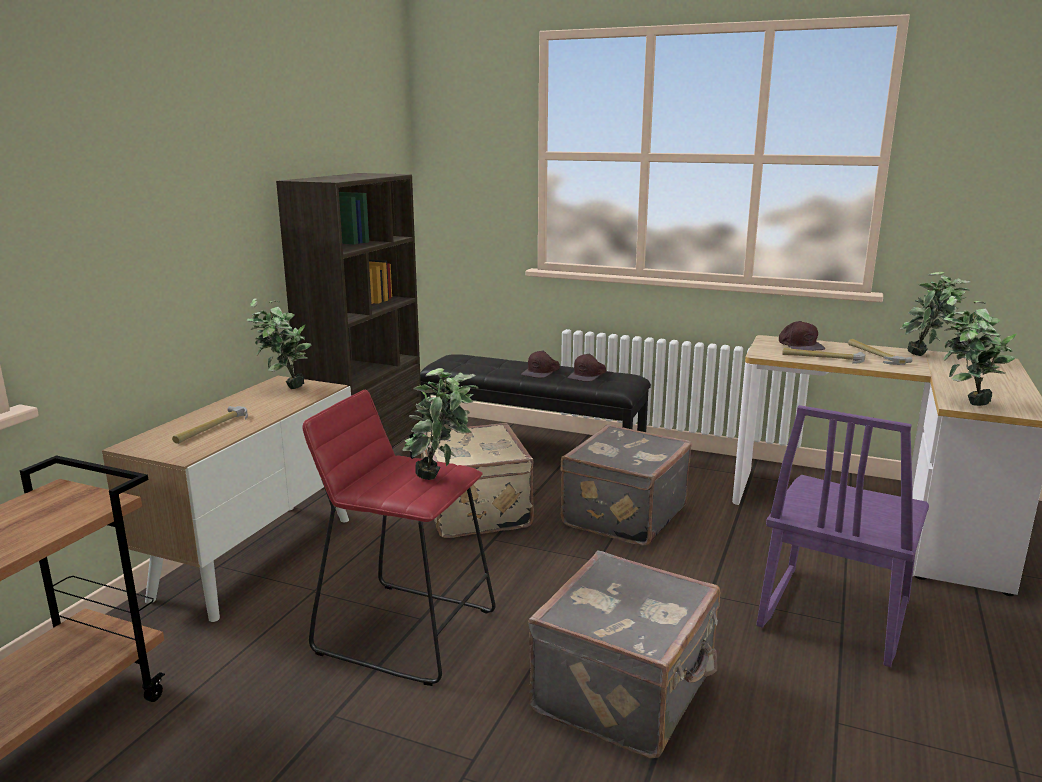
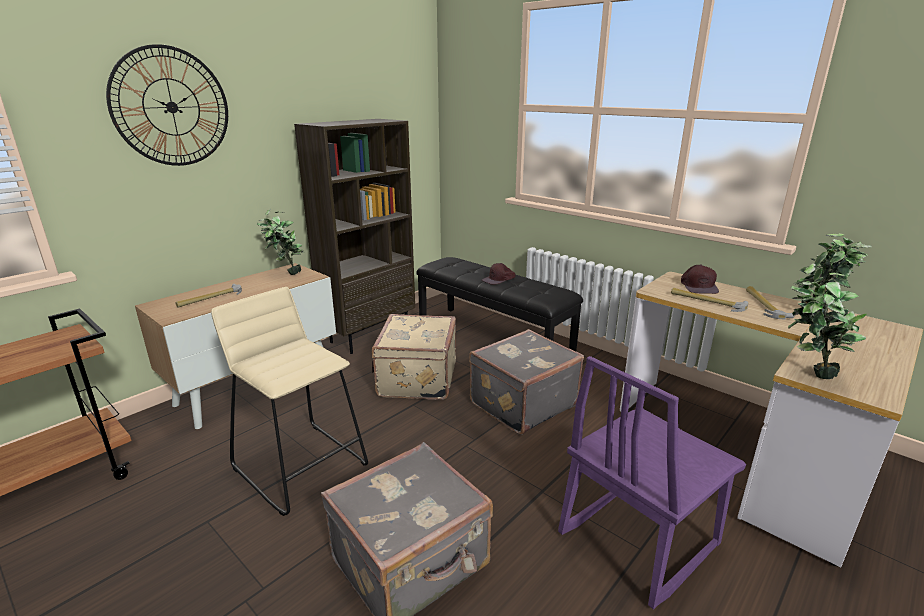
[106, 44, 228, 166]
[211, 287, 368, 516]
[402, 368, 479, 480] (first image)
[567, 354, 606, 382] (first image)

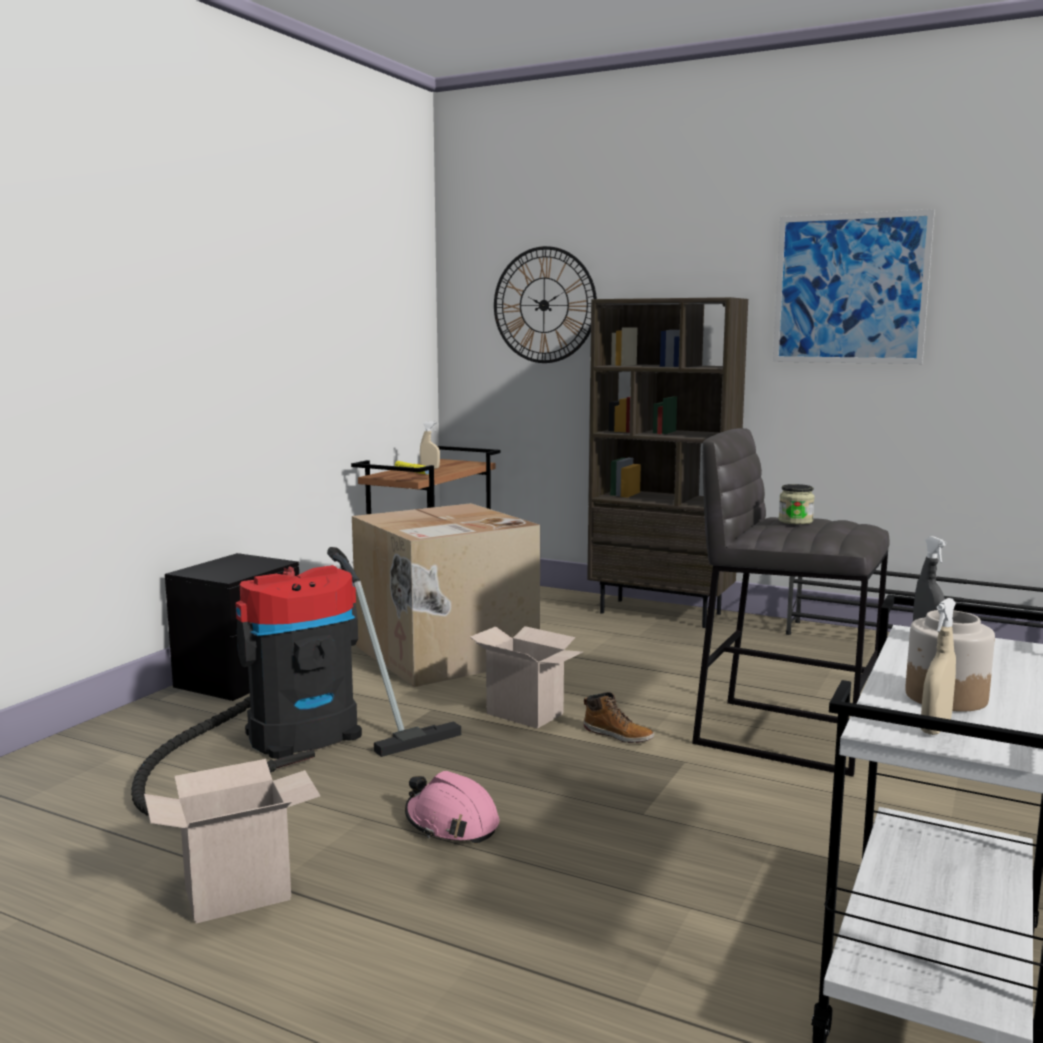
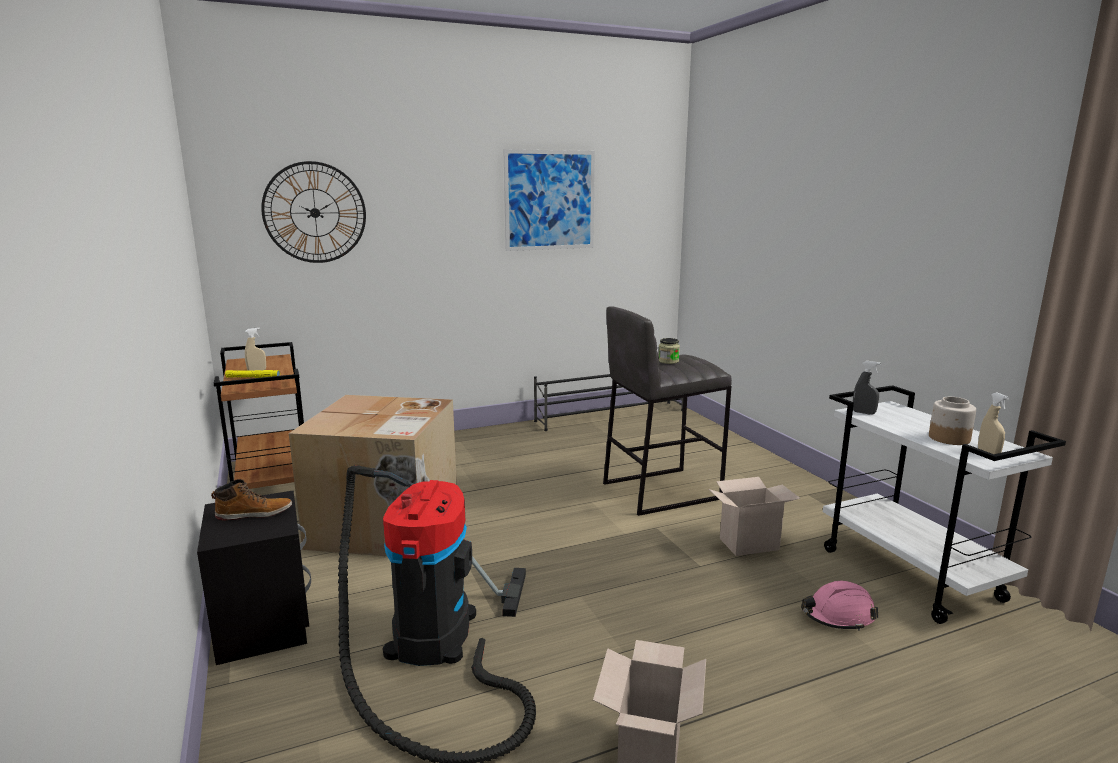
[211, 479, 292, 521]
[709, 477, 800, 556]
[801, 581, 878, 631]
[587, 297, 748, 628] (first image)

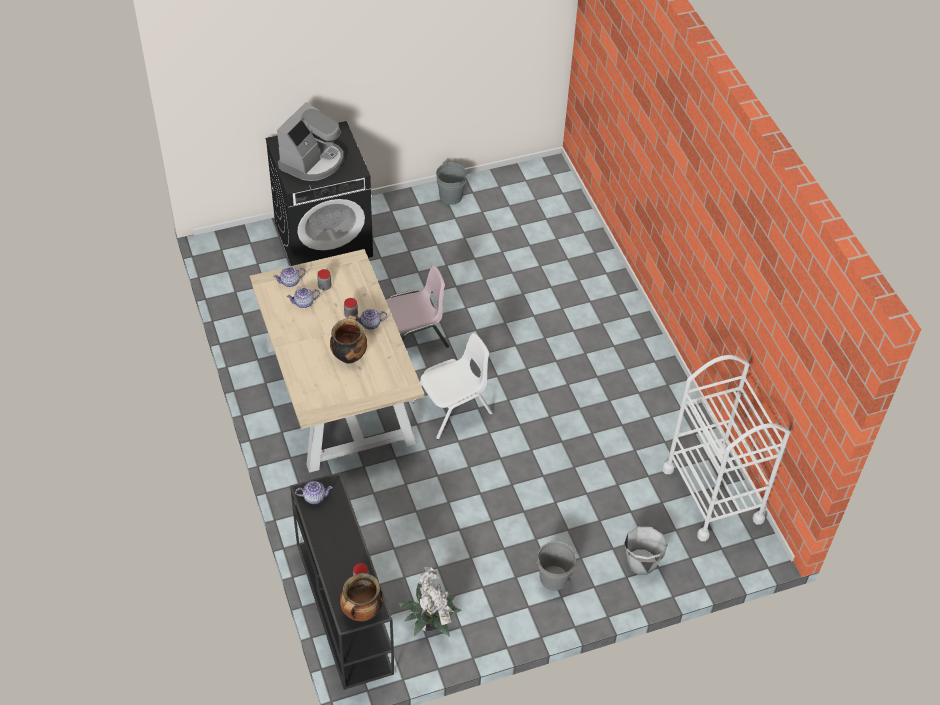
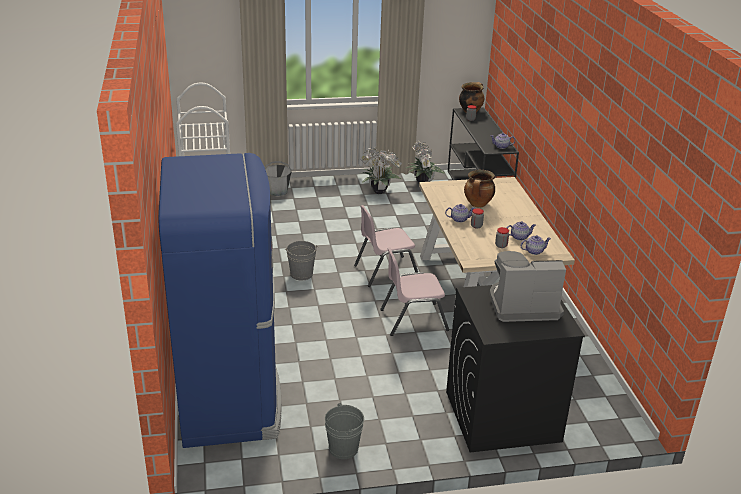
[159, 153, 281, 448]
[285, 241, 318, 281]
[354, 205, 418, 287]
[359, 147, 402, 194]
[489, 251, 566, 322]

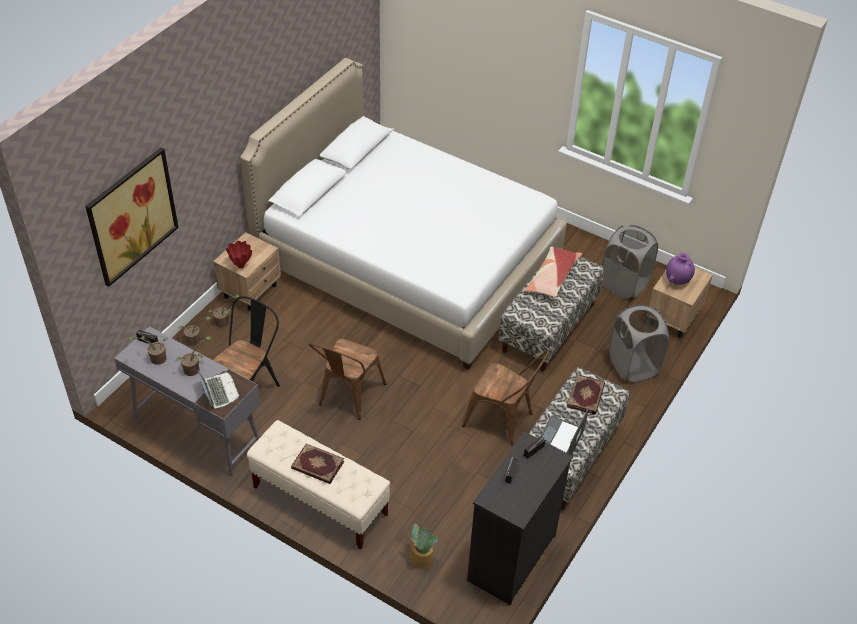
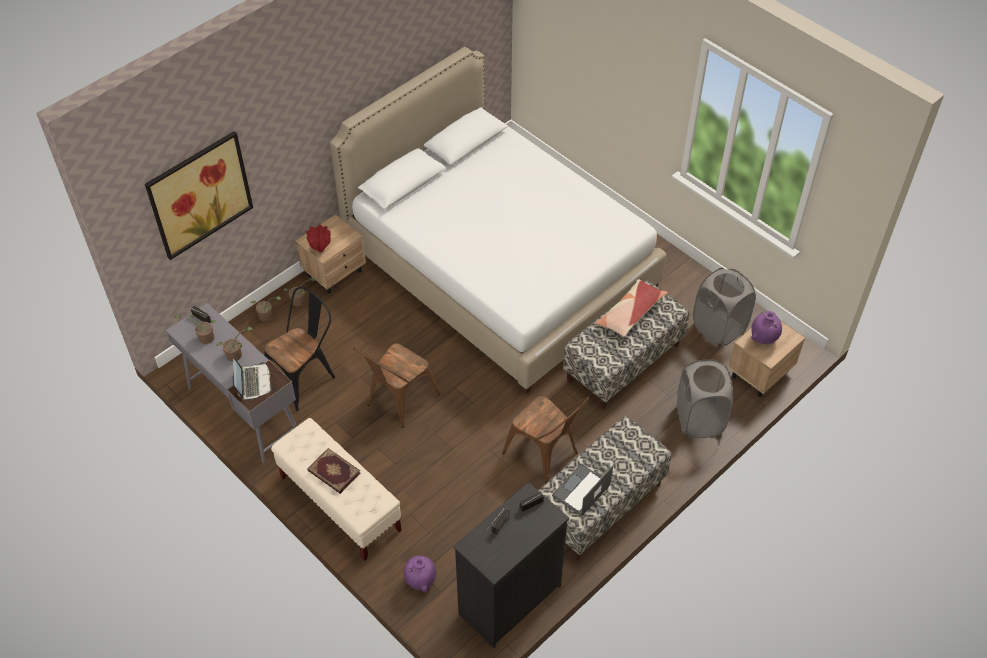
[404, 556, 437, 592]
[567, 374, 605, 415] (first image)

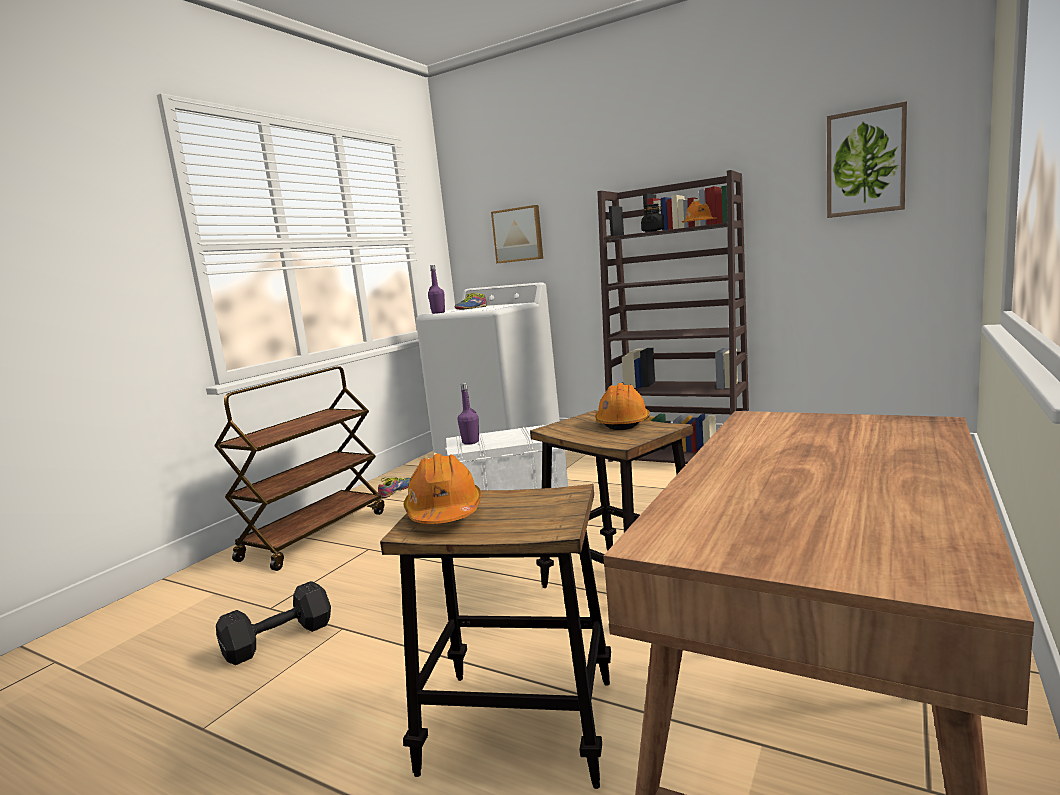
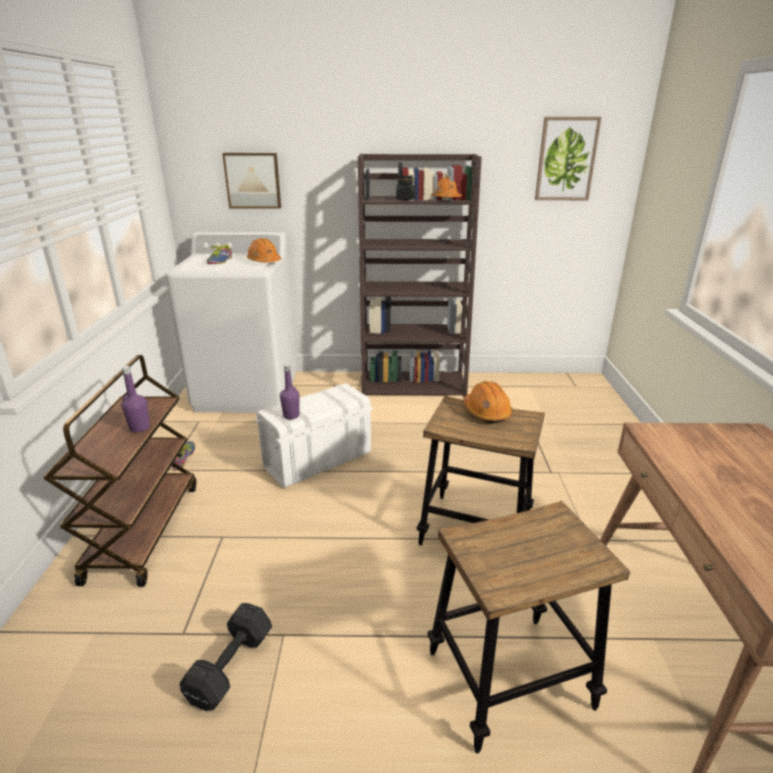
[121, 366, 150, 432]
[247, 238, 282, 262]

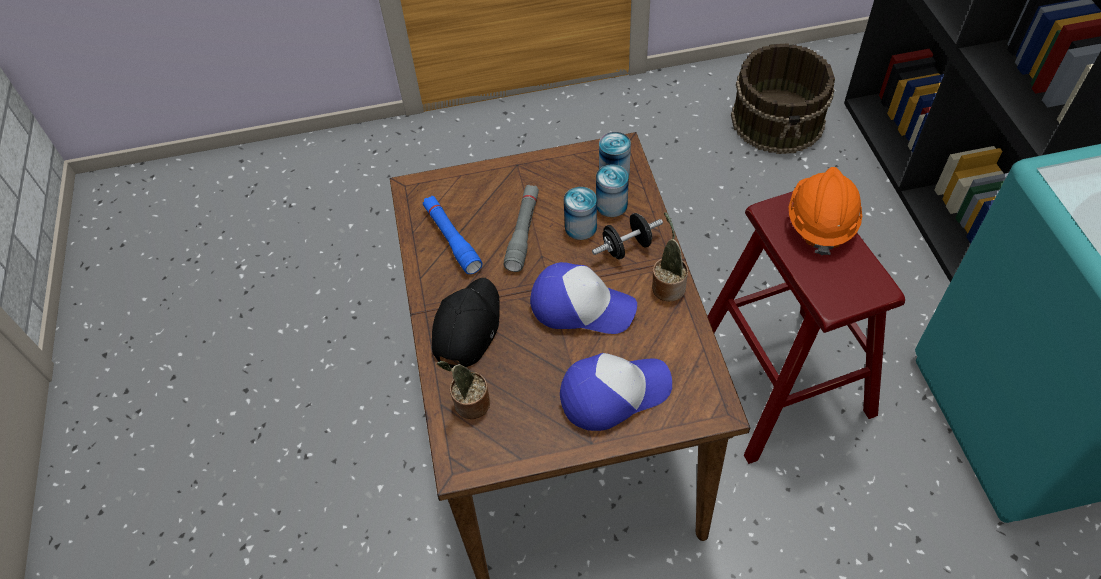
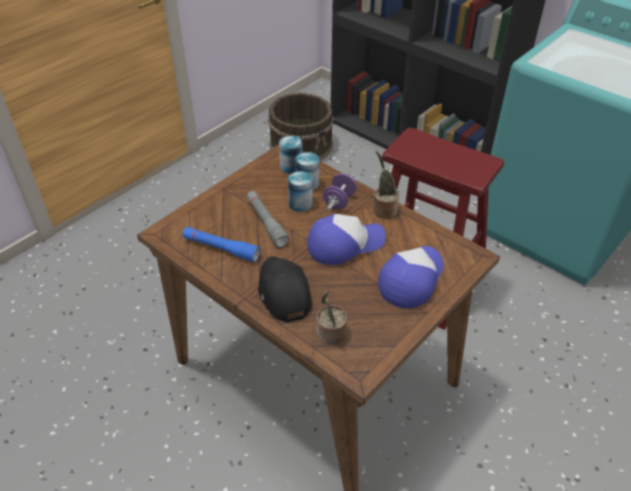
[323, 173, 357, 210]
[789, 167, 862, 255] (first image)

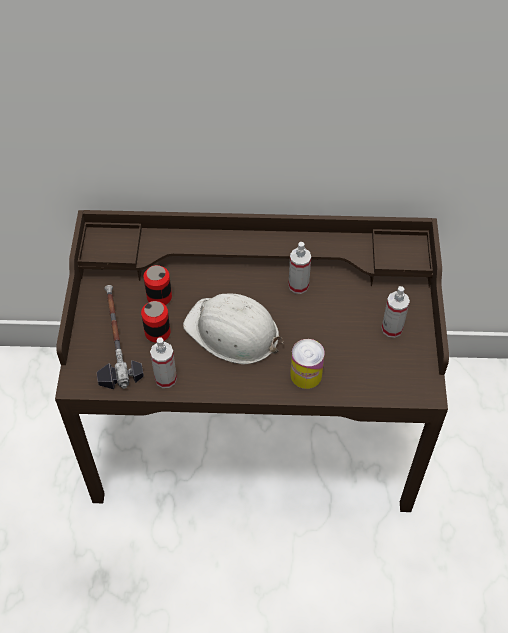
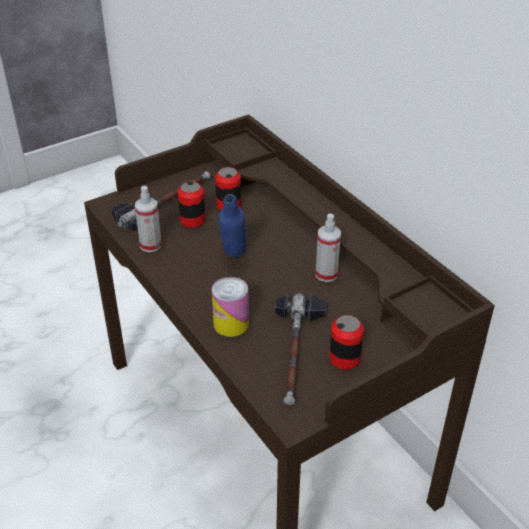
[219, 194, 246, 258]
[275, 293, 326, 405]
[329, 315, 364, 370]

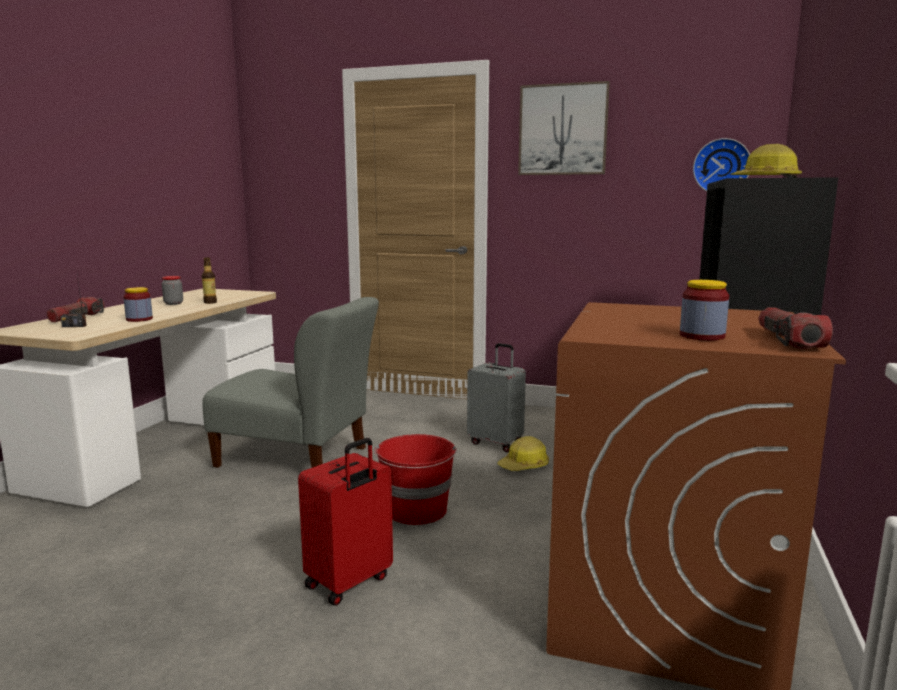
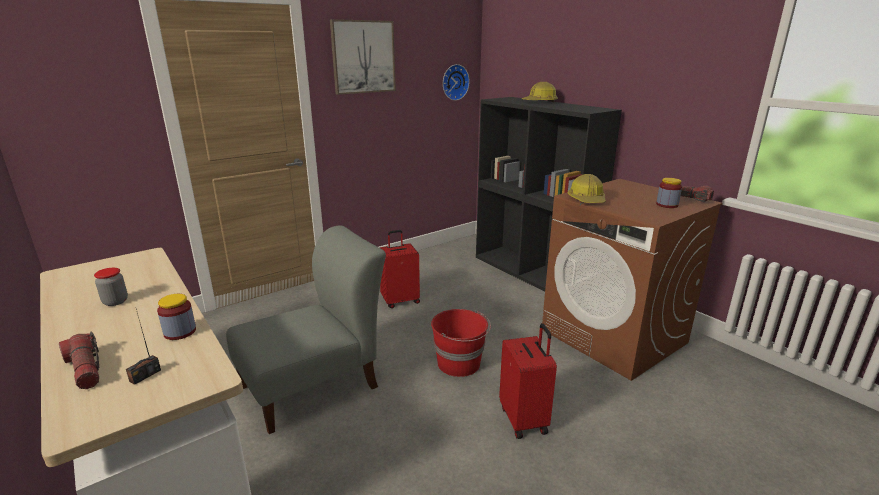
[380, 230, 420, 308]
[568, 174, 606, 203]
[202, 257, 217, 304] (first image)

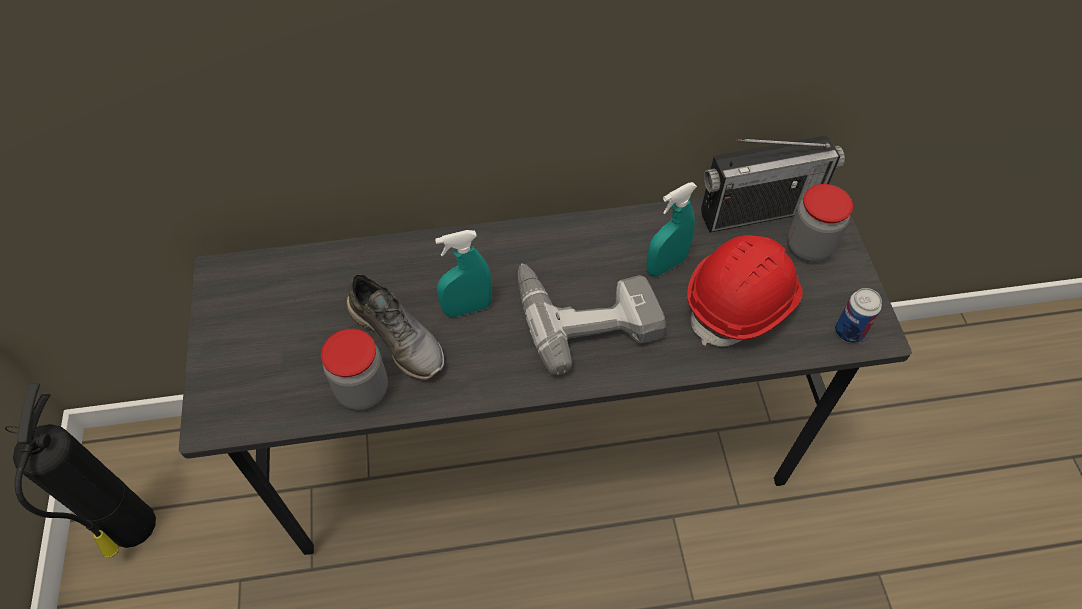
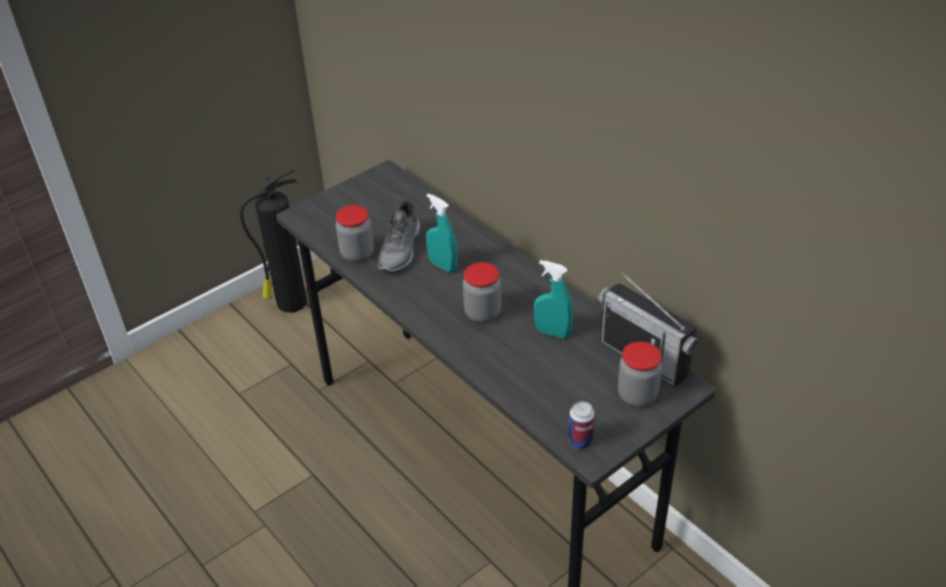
[463, 262, 501, 323]
[687, 235, 803, 346] (first image)

